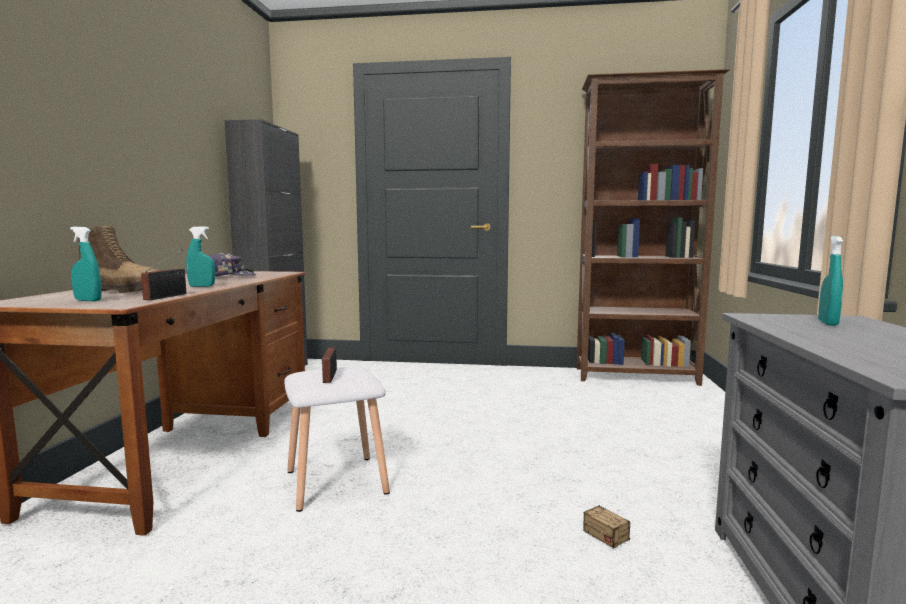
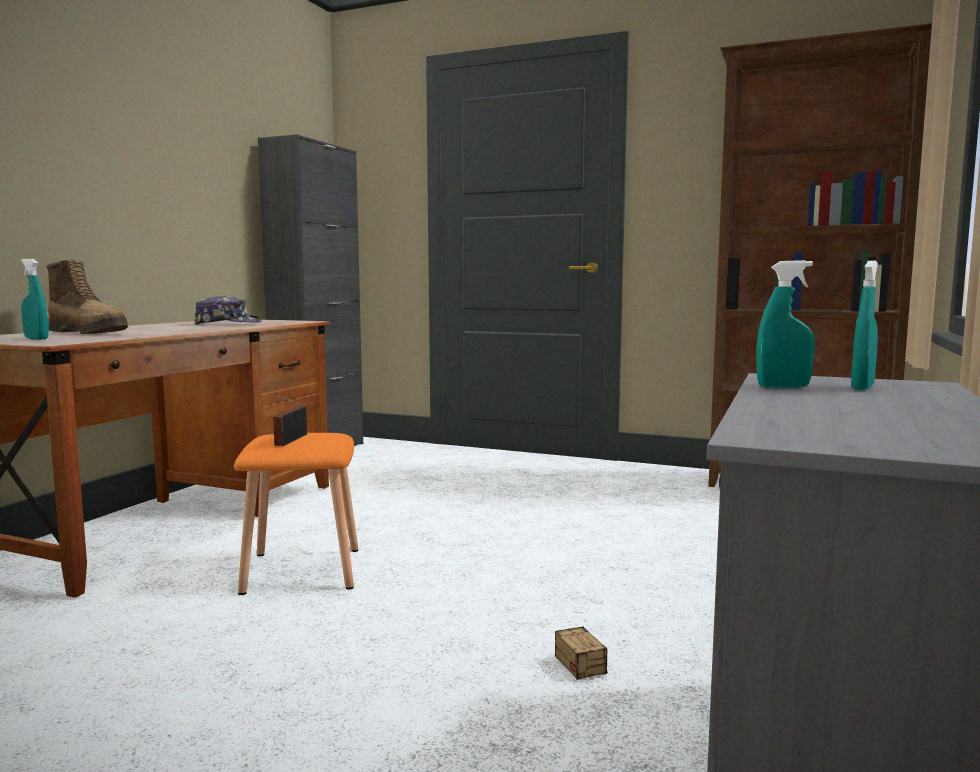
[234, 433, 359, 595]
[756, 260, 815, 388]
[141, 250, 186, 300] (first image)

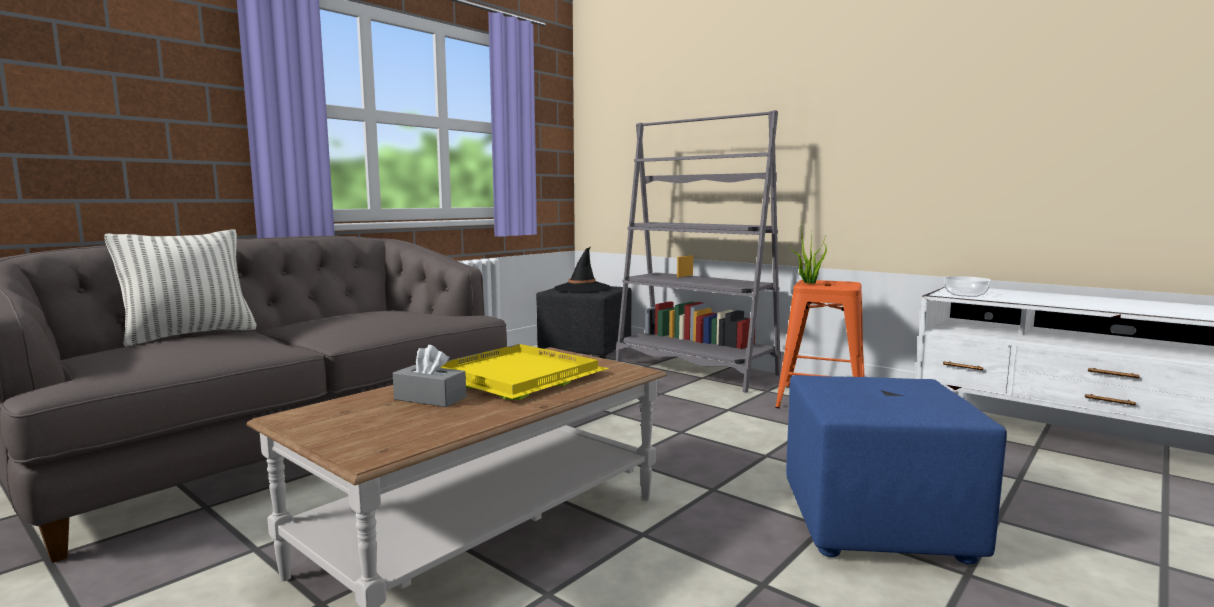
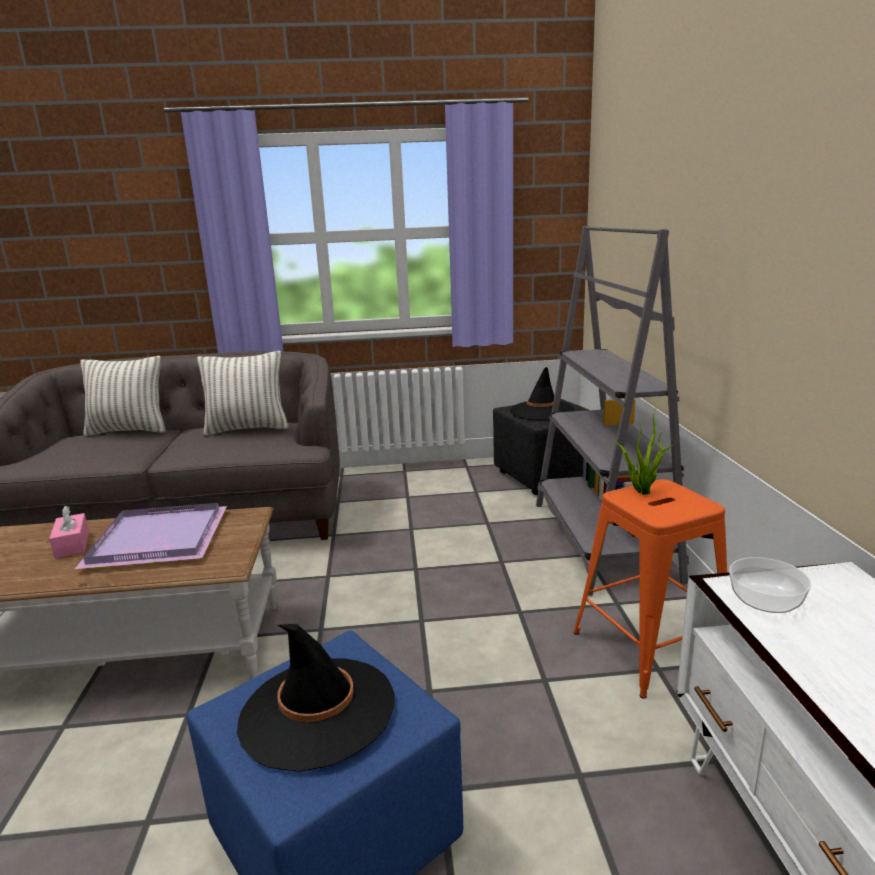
[49, 506, 89, 558]
[75, 503, 227, 570]
[197, 351, 289, 436]
[237, 624, 395, 772]

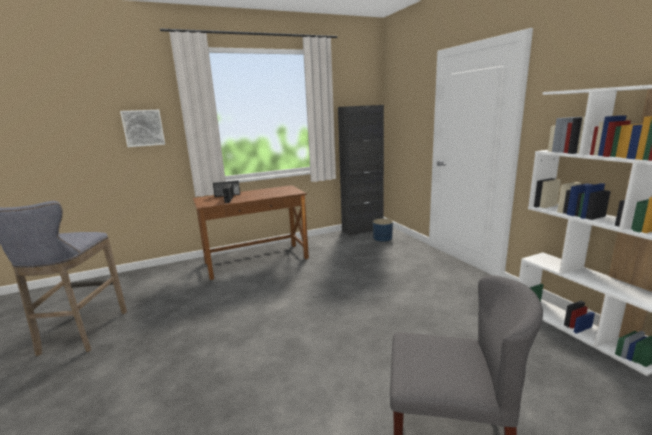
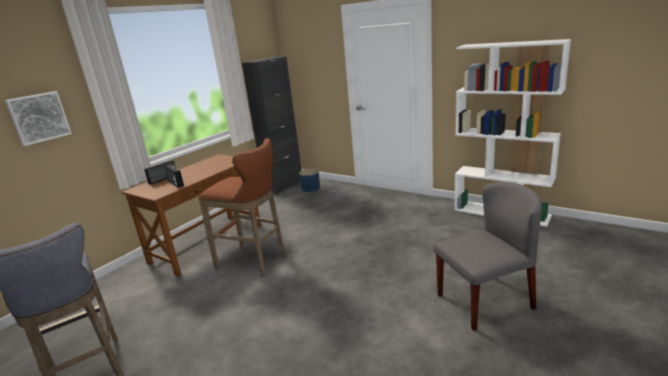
[199, 138, 286, 277]

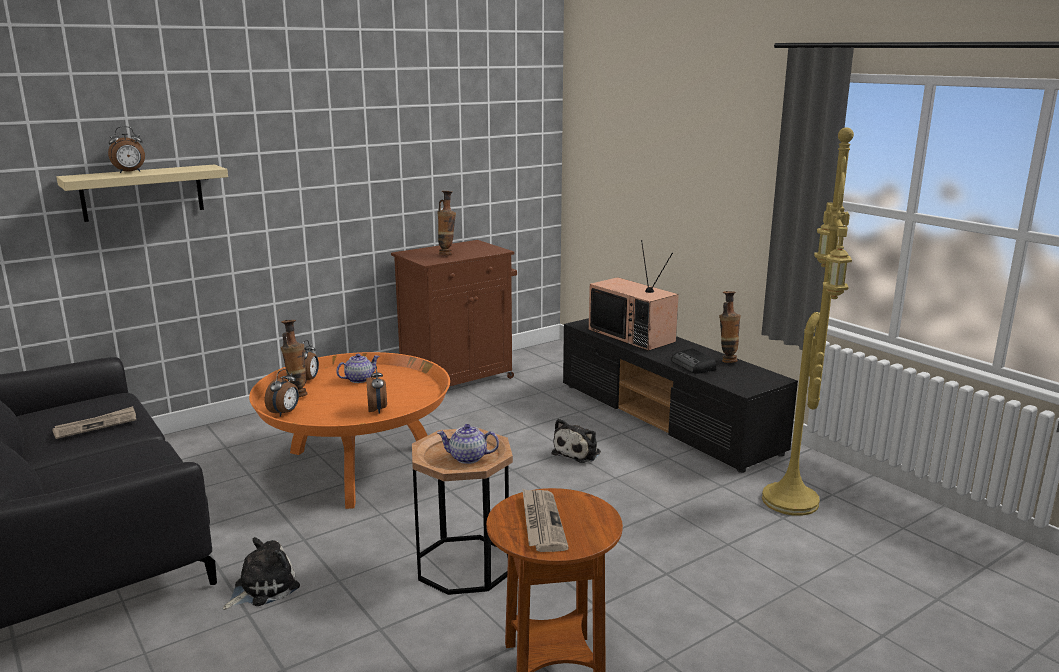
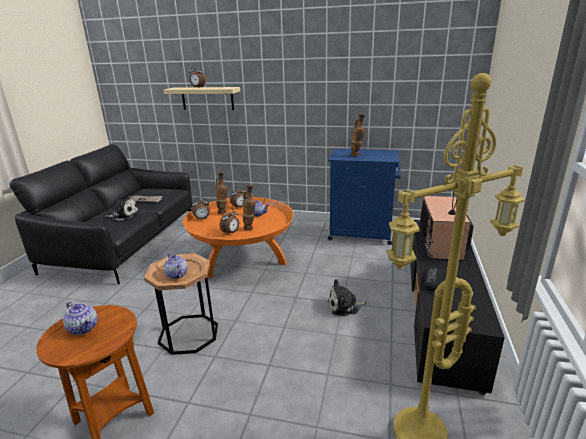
[63, 302, 98, 335]
[105, 195, 139, 221]
[243, 185, 256, 230]
[328, 149, 401, 245]

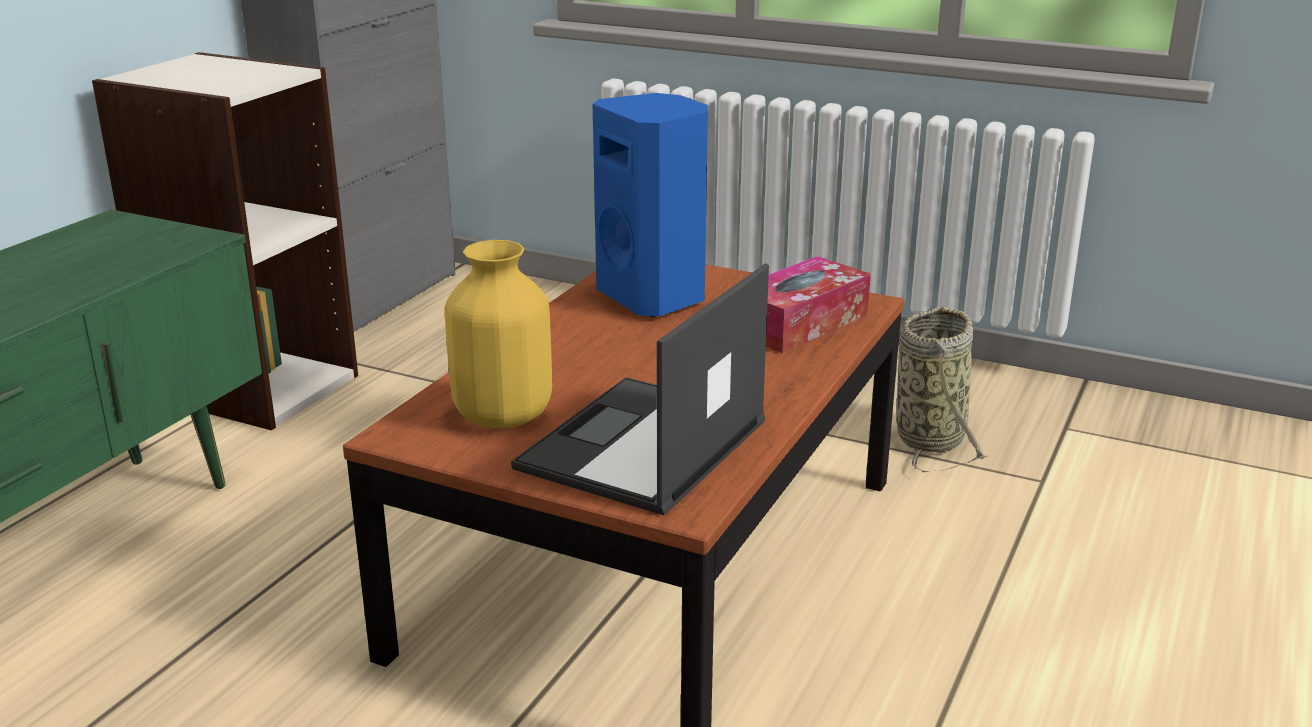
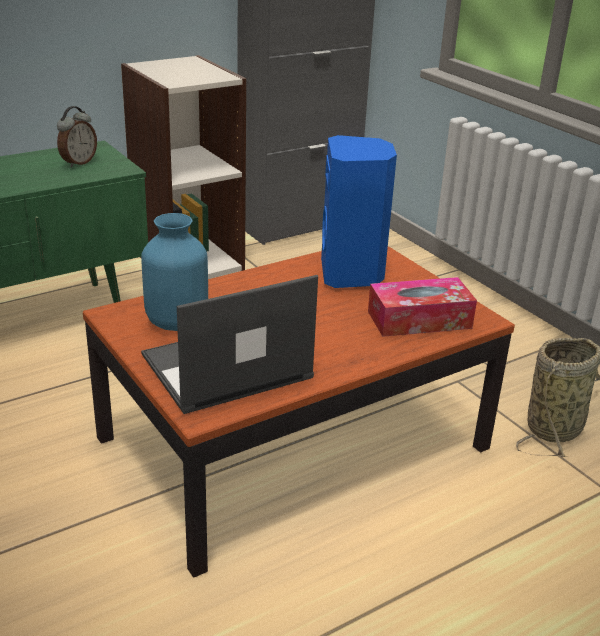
[57, 106, 97, 168]
[141, 213, 208, 331]

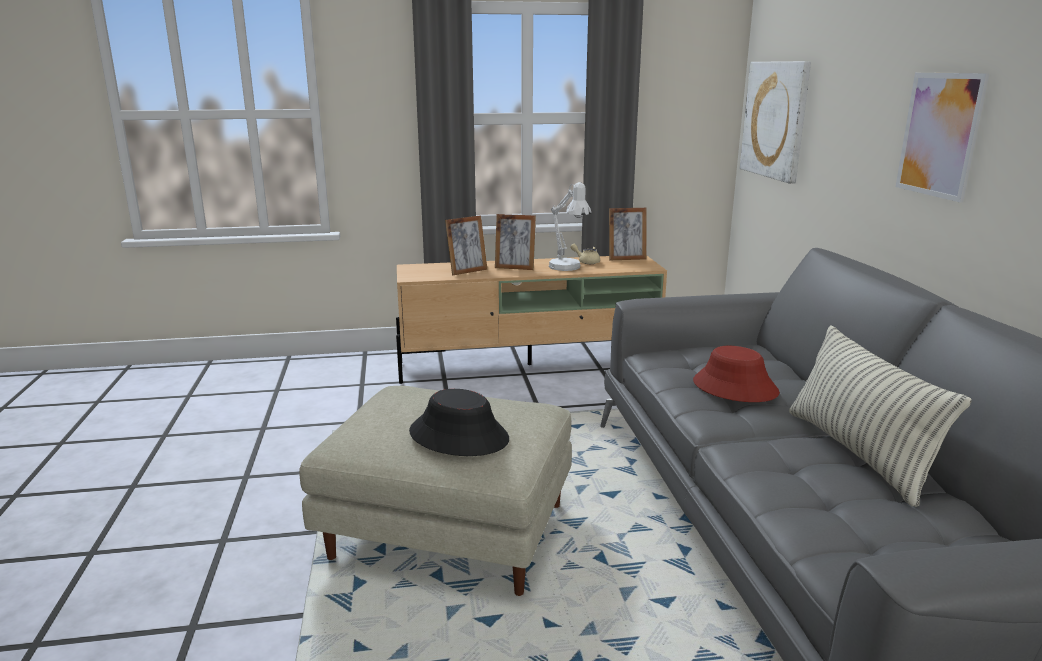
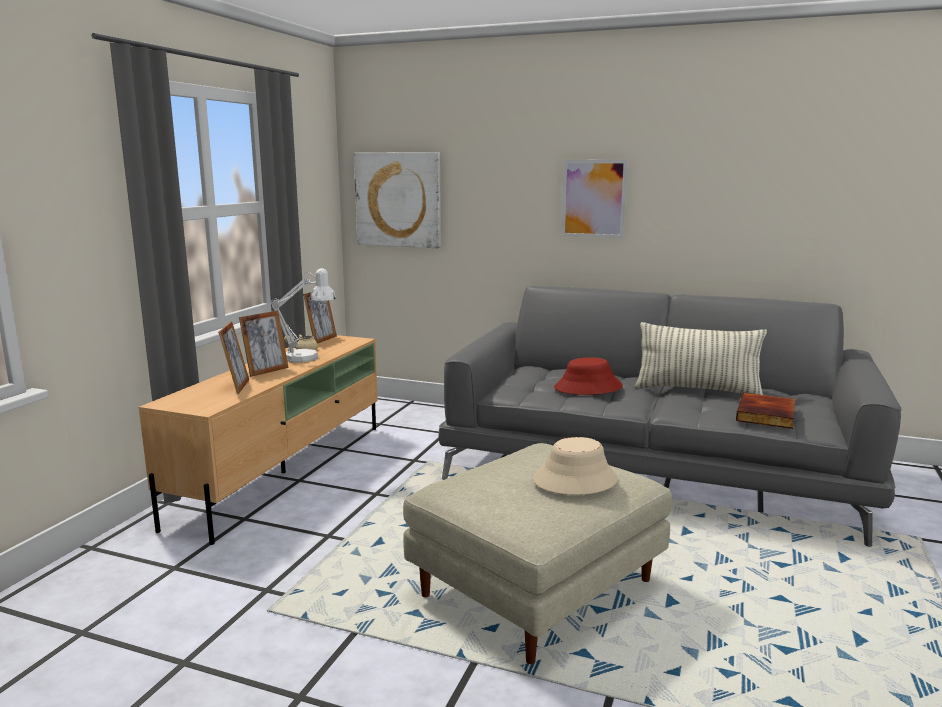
[533, 437, 618, 495]
[736, 393, 795, 429]

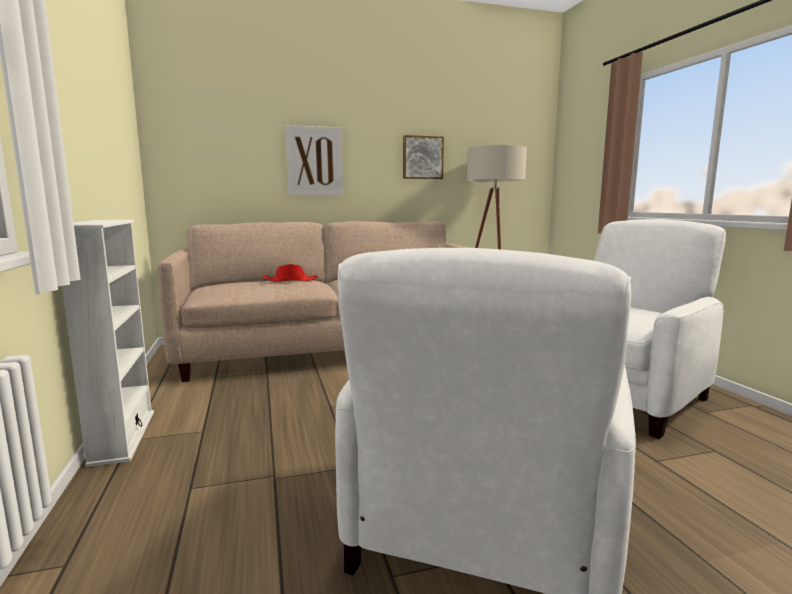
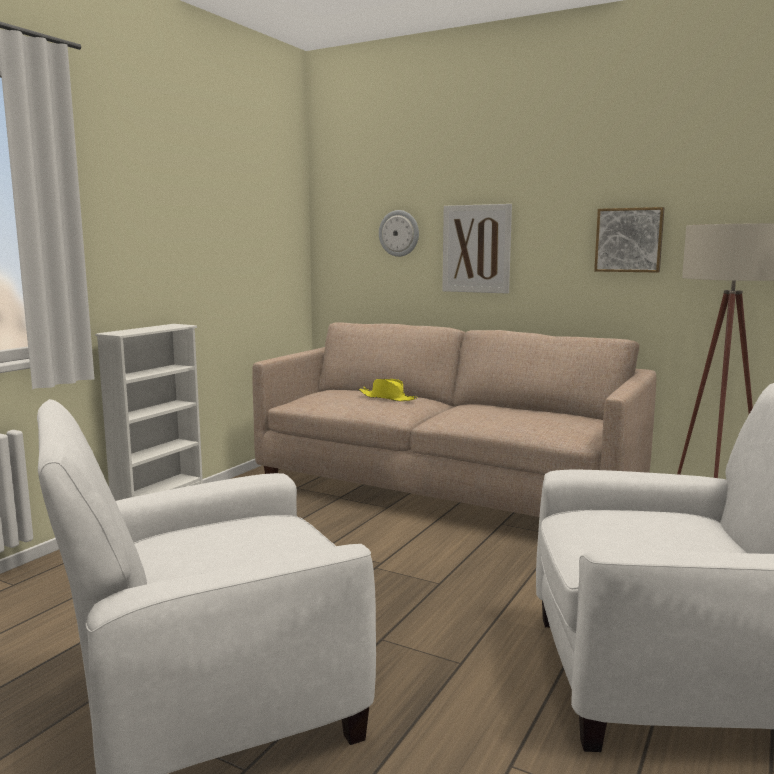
[359, 379, 417, 401]
[379, 210, 419, 257]

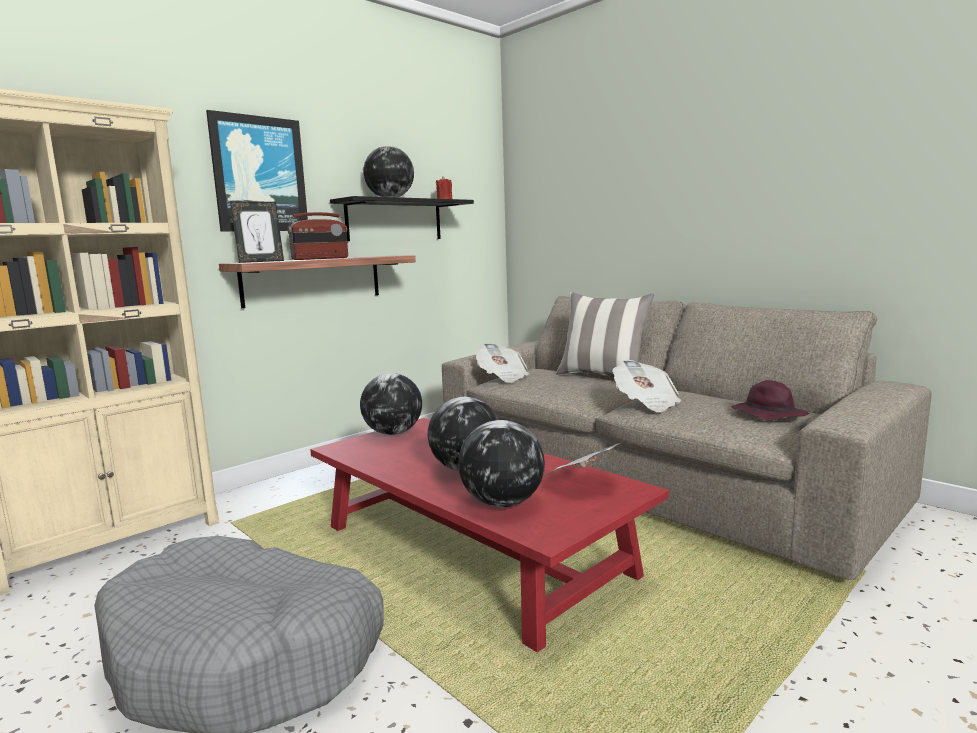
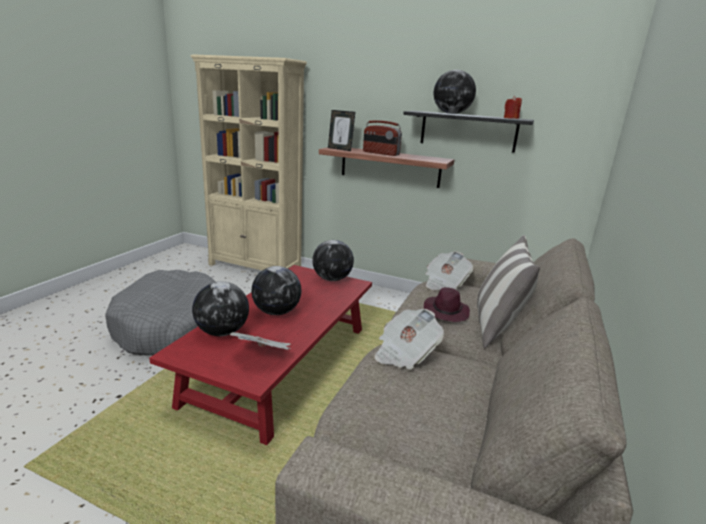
[424, 287, 470, 322]
[206, 110, 308, 232] (first image)

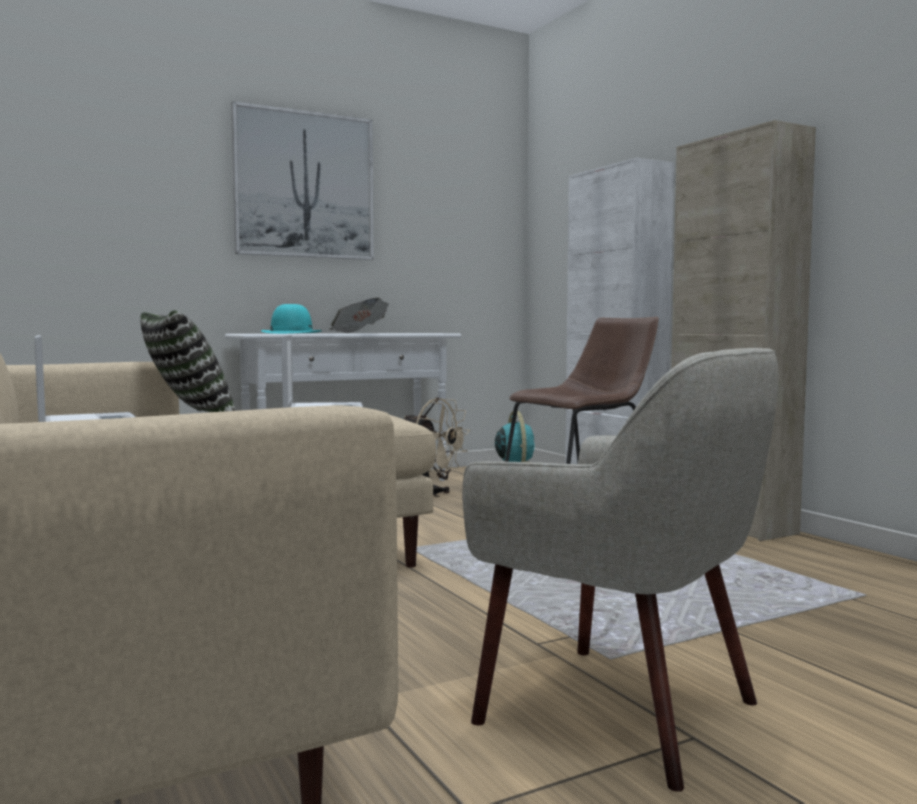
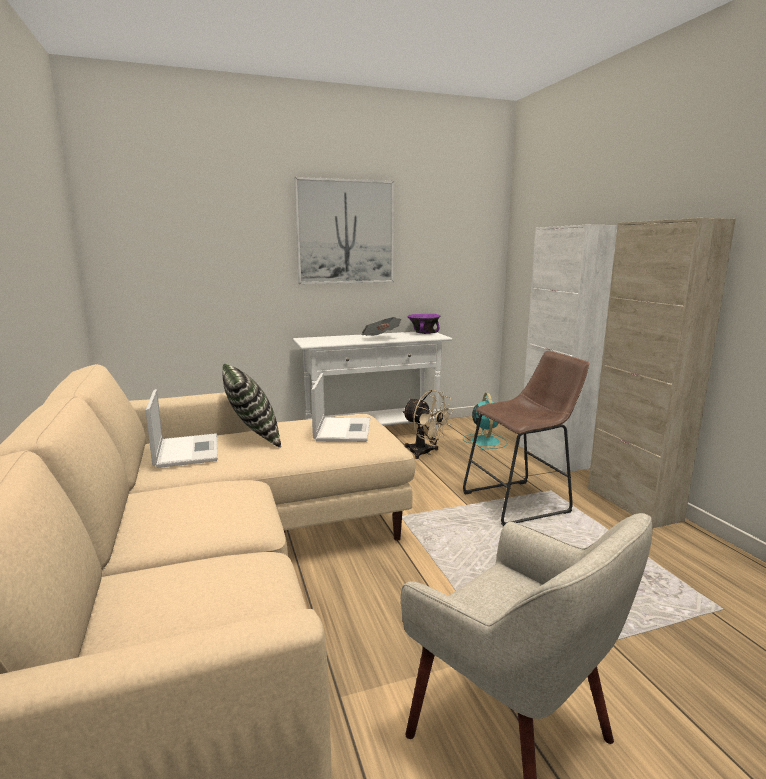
[407, 314, 440, 334]
[261, 304, 322, 334] (first image)

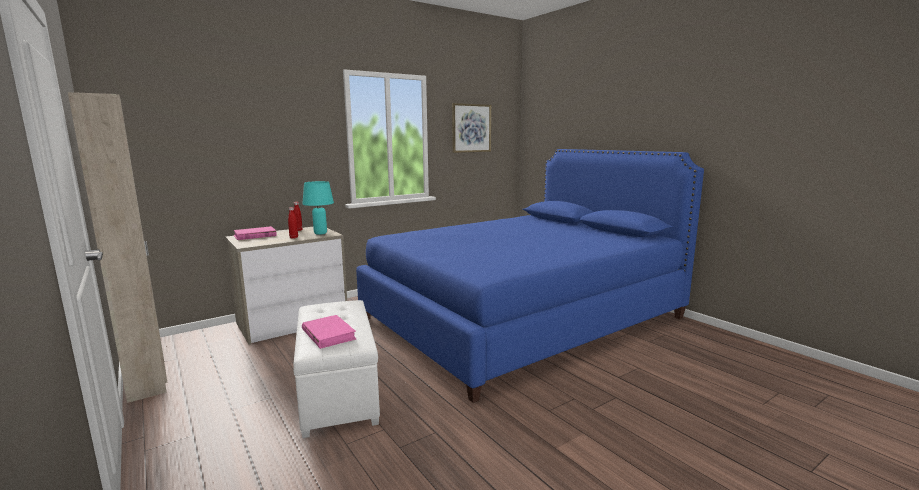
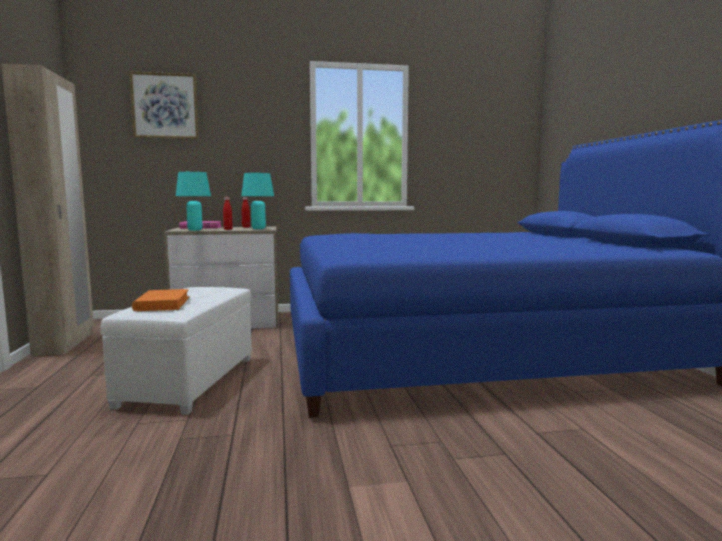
[129, 71, 199, 139]
[132, 289, 190, 311]
[176, 172, 211, 231]

